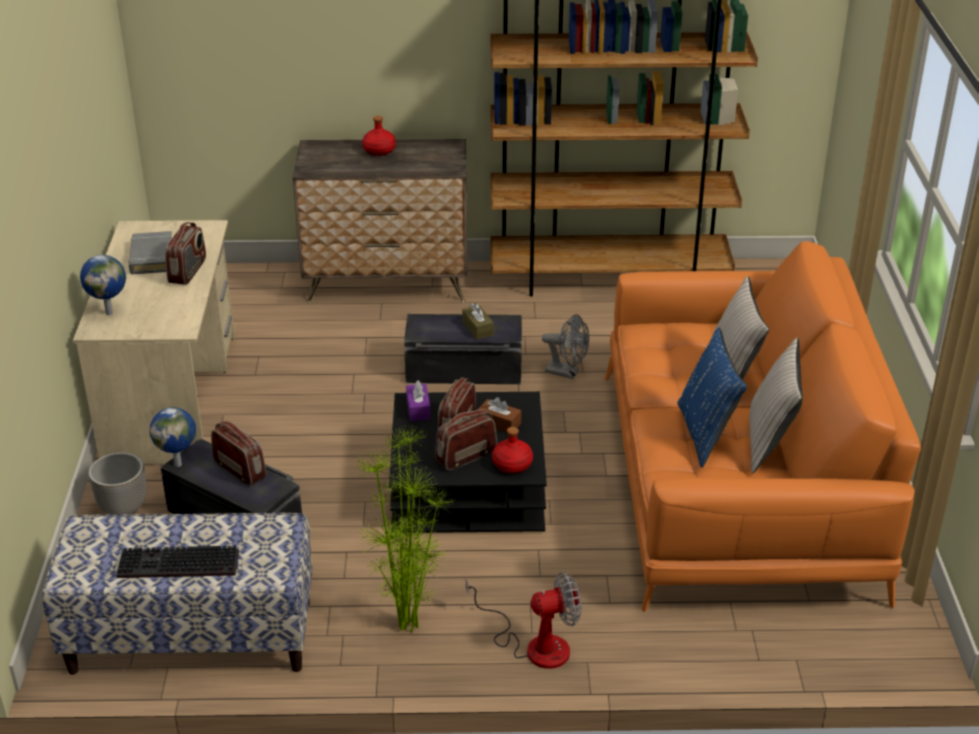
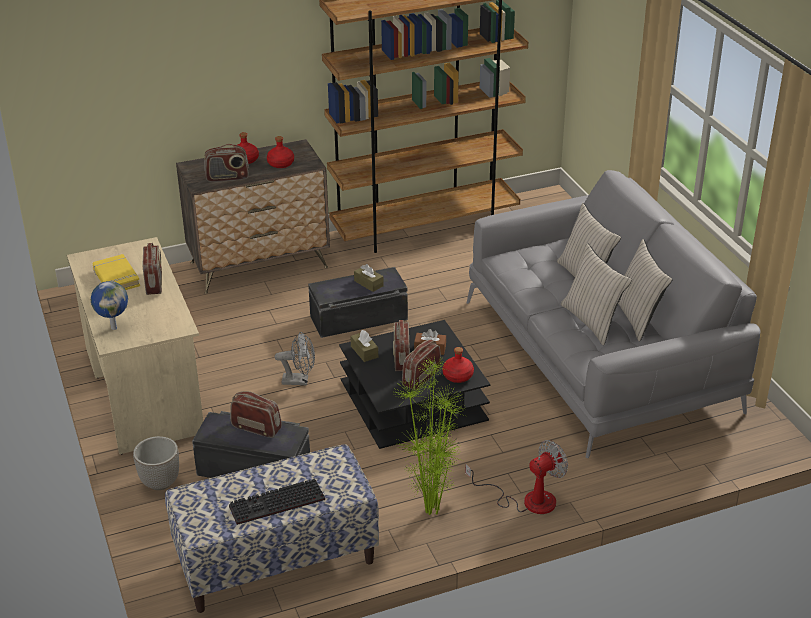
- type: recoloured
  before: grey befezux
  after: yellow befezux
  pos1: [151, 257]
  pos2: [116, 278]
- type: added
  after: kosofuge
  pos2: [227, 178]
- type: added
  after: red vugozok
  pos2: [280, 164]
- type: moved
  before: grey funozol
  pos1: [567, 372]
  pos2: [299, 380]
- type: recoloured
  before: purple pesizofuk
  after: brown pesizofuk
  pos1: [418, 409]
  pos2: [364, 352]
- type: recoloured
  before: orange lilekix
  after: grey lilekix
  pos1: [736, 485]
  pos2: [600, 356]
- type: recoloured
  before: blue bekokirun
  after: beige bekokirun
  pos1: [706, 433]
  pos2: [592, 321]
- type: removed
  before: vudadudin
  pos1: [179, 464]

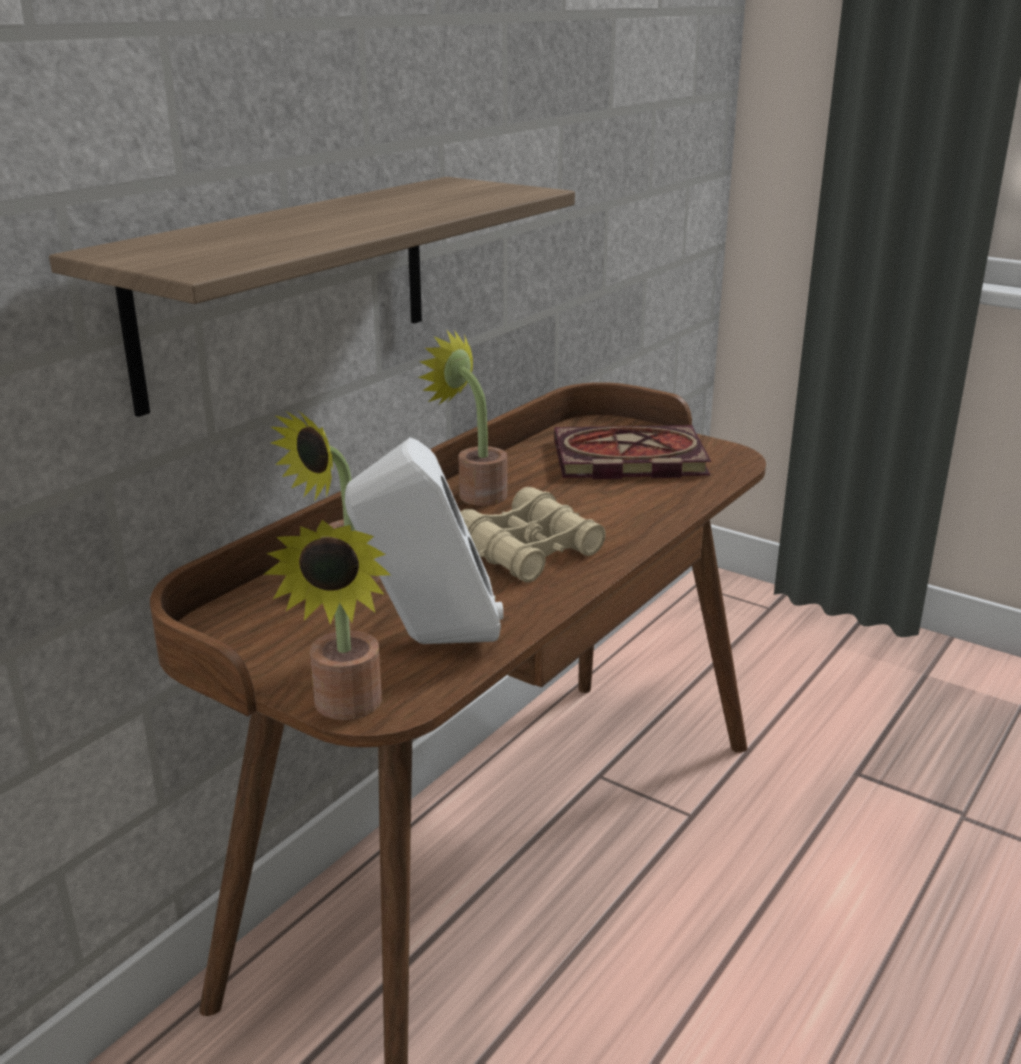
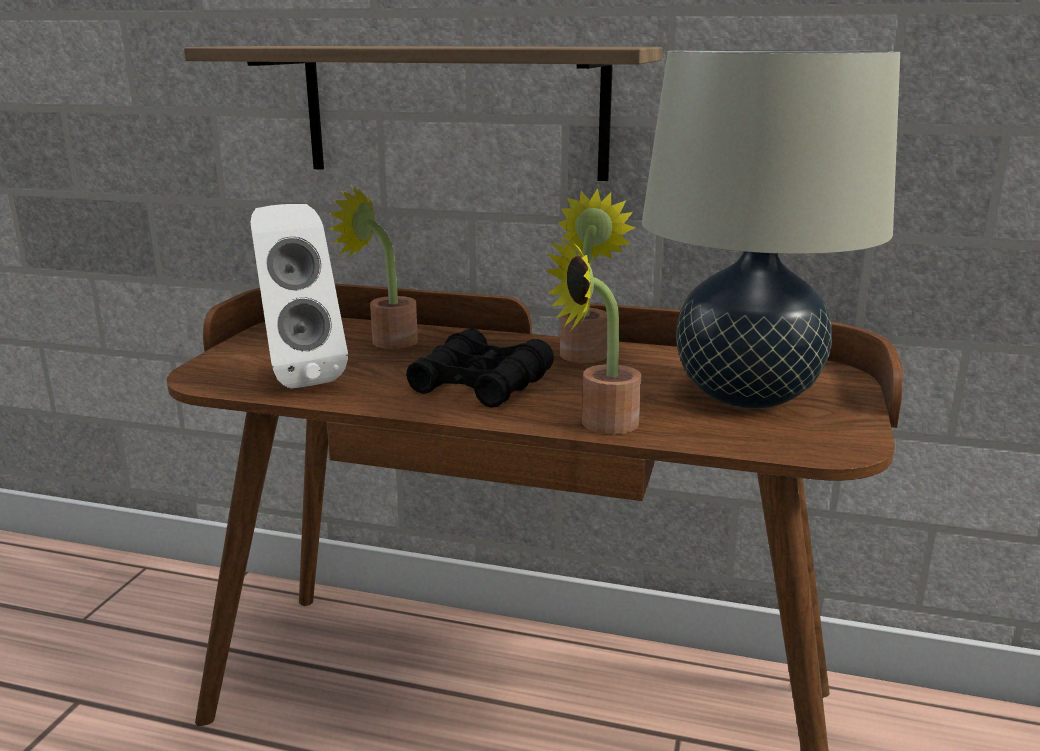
- type: recoloured
  before: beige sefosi
  after: black sefosi
  pos1: [528, 551]
  pos2: [480, 385]
- type: moved
  before: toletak
  pos1: [346, 709]
  pos2: [598, 424]
- type: replaced
  before: befezux
  after: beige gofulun
  pos1: [625, 460]
  pos2: [746, 395]

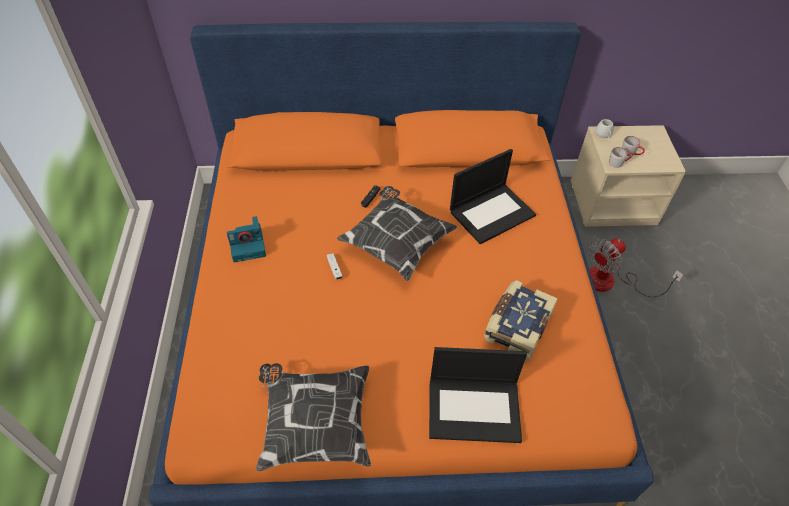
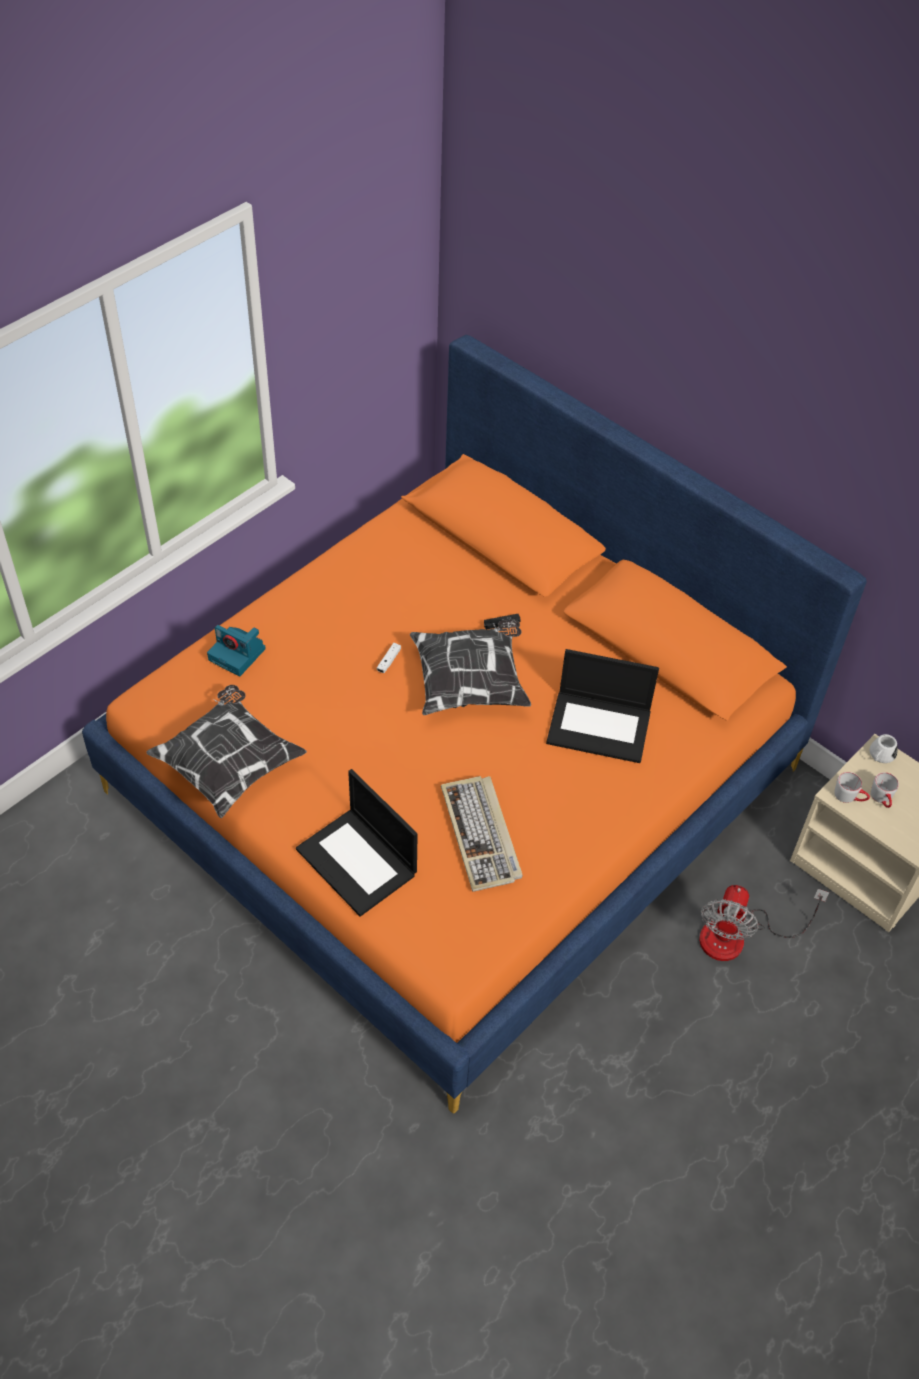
- type: moved
  before: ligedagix
  pos1: [249, 245]
  pos2: [238, 654]
- type: replaced
  before: befezux
  after: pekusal
  pos1: [517, 325]
  pos2: [482, 835]
- type: turned
  before: funozol
  pos1: [611, 282]
  pos2: [737, 937]
  turn: -75

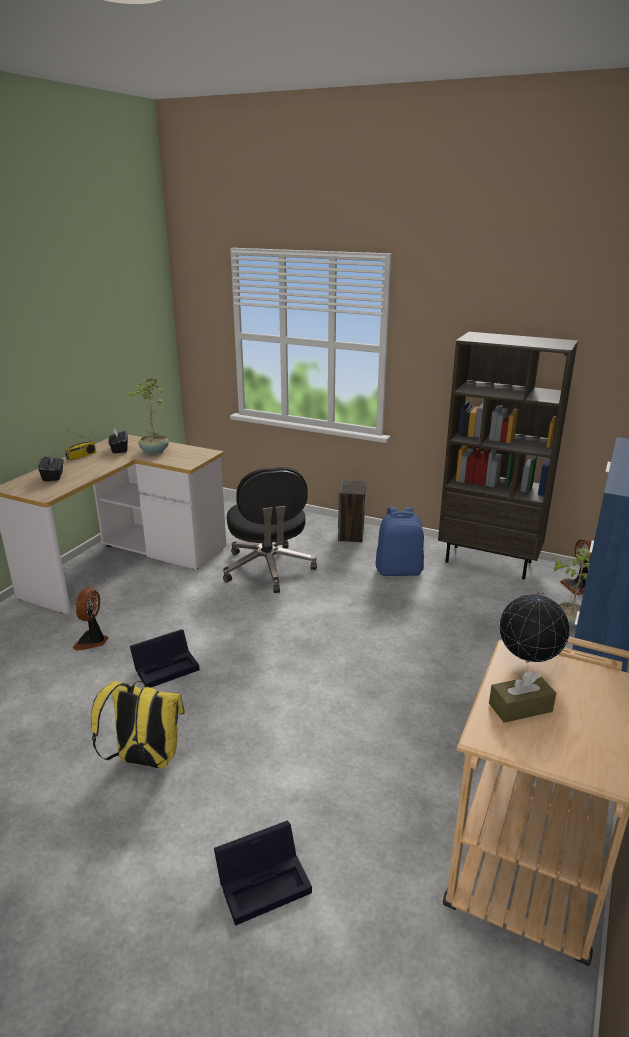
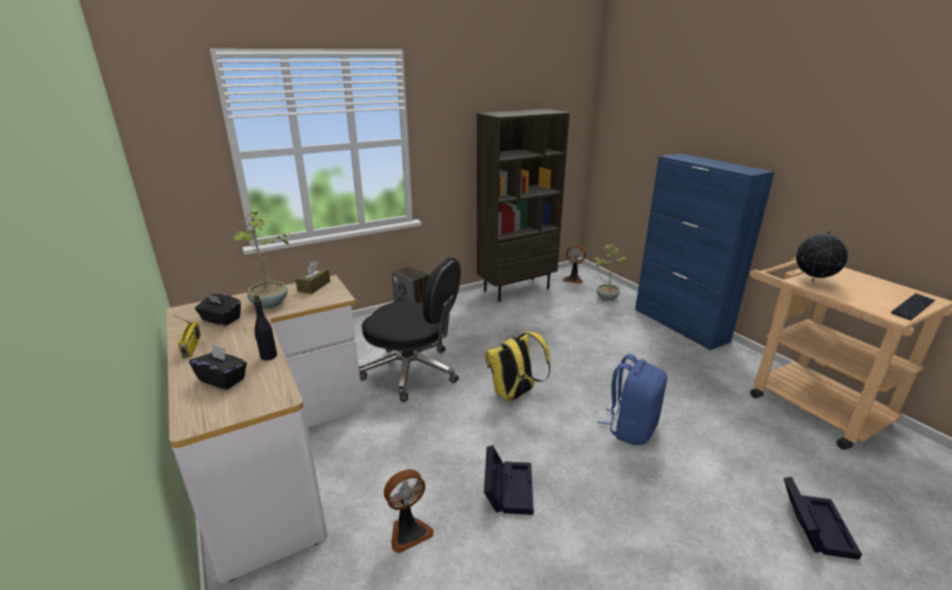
- type: added
  after: black vugozok
  pos2: [268, 356]
- type: moved
  before: brown pesizofuk
  pos1: [520, 707]
  pos2: [314, 286]
- type: turned
  before: funozol
  pos1: [92, 641]
  pos2: [408, 531]
  turn: -75
- type: moved
  before: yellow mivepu
  pos1: [145, 760]
  pos2: [514, 394]
- type: moved
  before: blue mivepu
  pos1: [399, 570]
  pos2: [631, 428]
- type: added
  after: pekusal
  pos2: [913, 307]

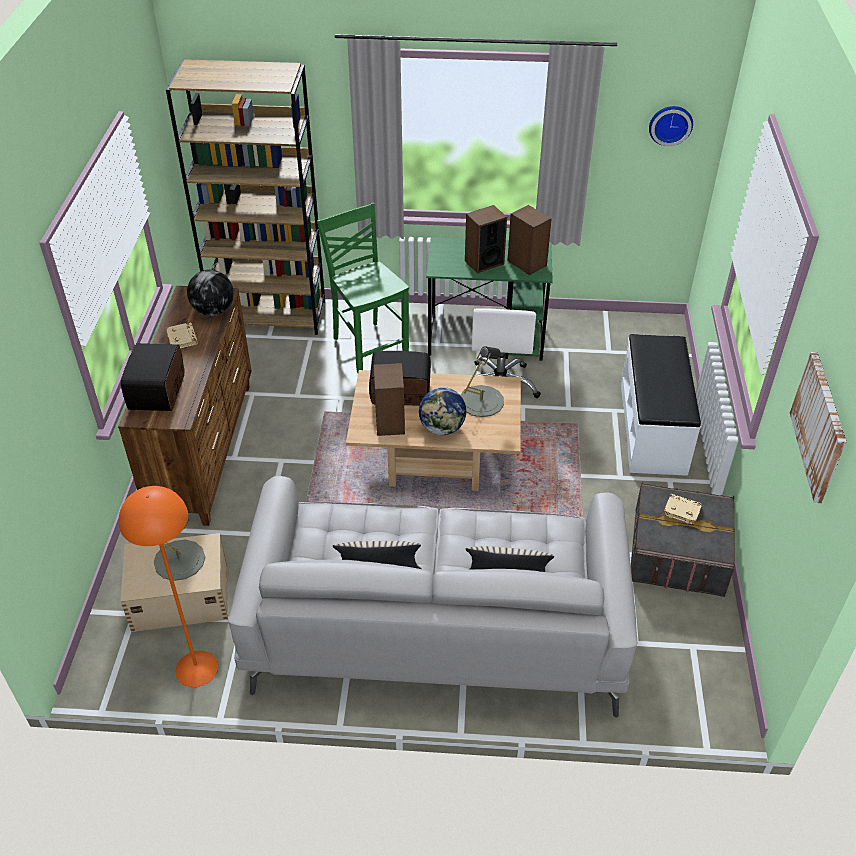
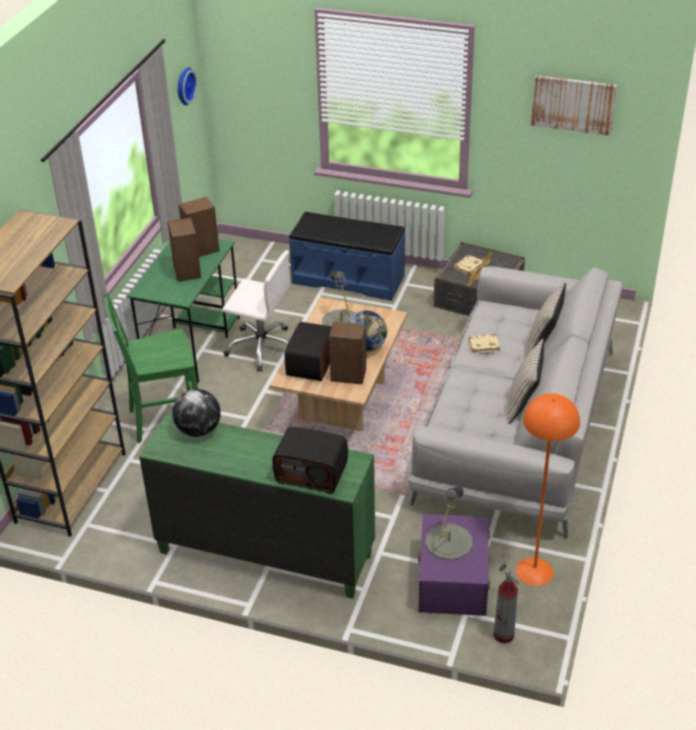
- type: recoloured
  before: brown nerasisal
  after: green nerasisal
  pos1: [204, 449]
  pos2: [265, 552]
- type: recoloured
  before: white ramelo
  after: blue ramelo
  pos1: [653, 428]
  pos2: [348, 278]
- type: recoloured
  before: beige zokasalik
  after: purple zokasalik
  pos1: [179, 596]
  pos2: [452, 580]
- type: moved
  before: beige befezux
  pos1: [183, 338]
  pos2: [484, 345]
- type: added
  after: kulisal
  pos2: [504, 635]

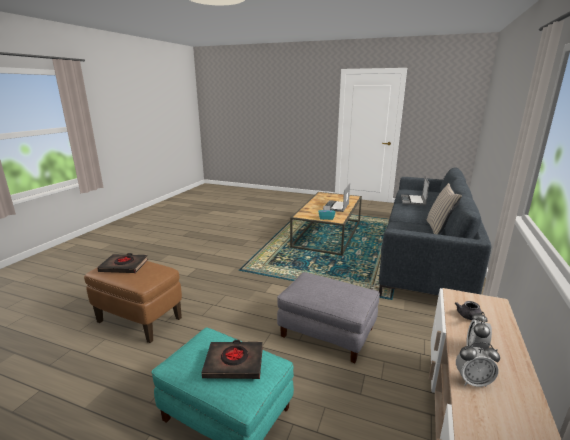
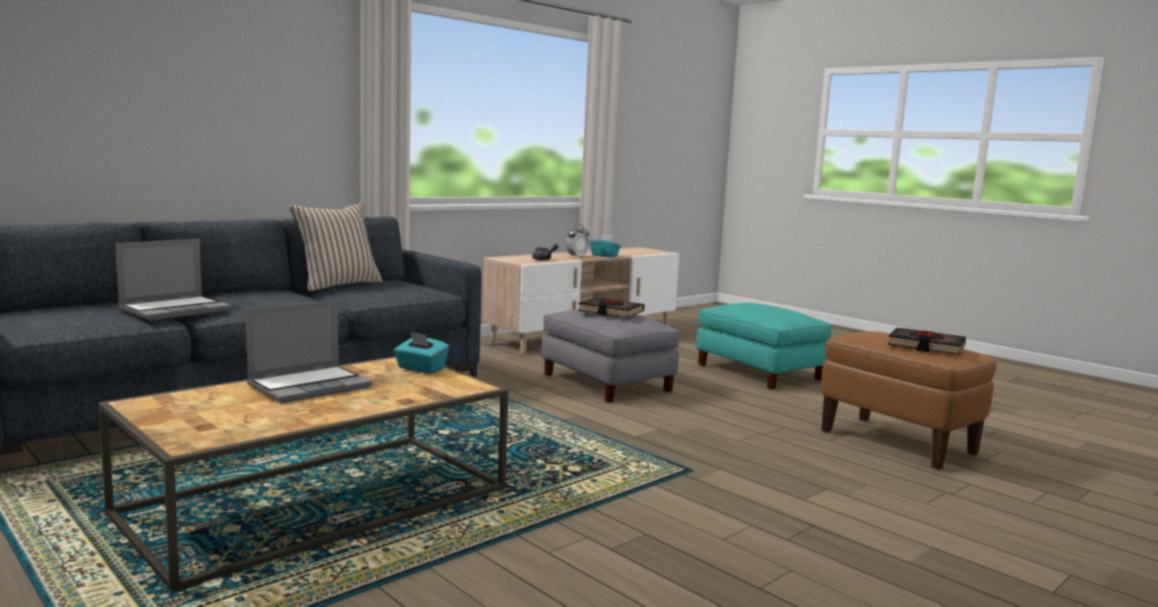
- type: moved
  before: black befezux
  pos1: [234, 363]
  pos2: [610, 312]
- type: replaced
  before: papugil
  after: turquoise pesizofuk
  pos1: [472, 381]
  pos2: [604, 255]

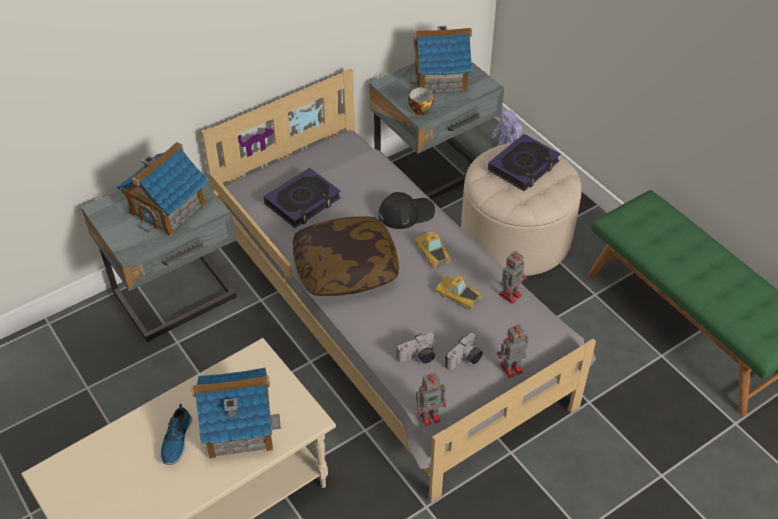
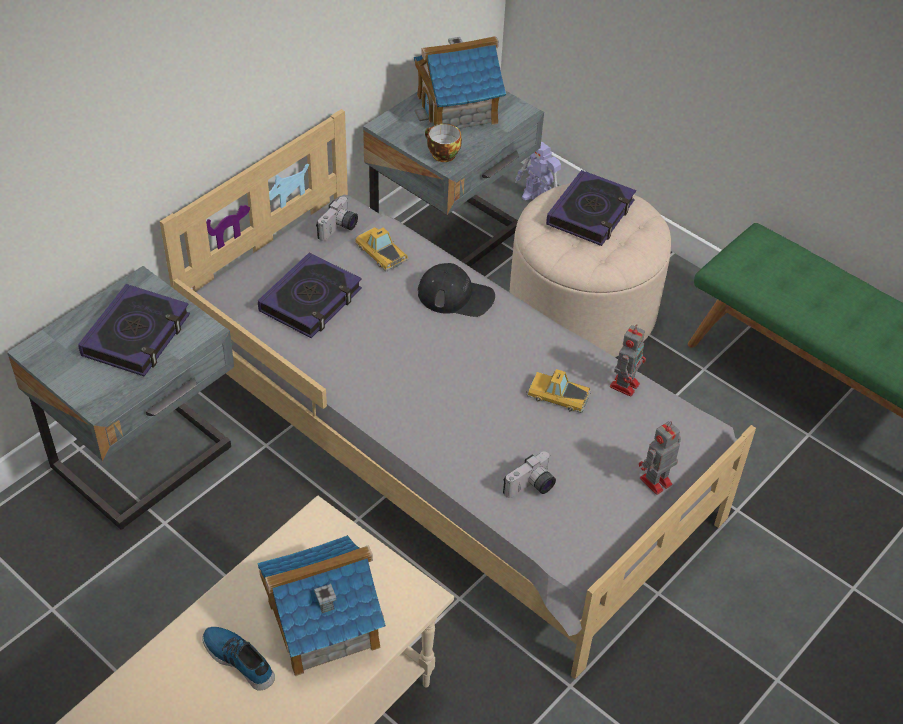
- type: replaced
  before: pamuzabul
  after: befezux
  pos1: [168, 208]
  pos2: [137, 336]
- type: turned
  before: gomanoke
  pos1: [176, 440]
  pos2: [240, 659]
  turn: 135
- type: moved
  before: ligedagix
  pos1: [465, 360]
  pos2: [339, 229]
- type: moved
  before: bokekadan
  pos1: [433, 251]
  pos2: [381, 251]
- type: turned
  before: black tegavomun
  pos1: [406, 213]
  pos2: [456, 296]
  turn: 45
- type: removed
  before: bekokirun
  pos1: [346, 268]
- type: removed
  before: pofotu
  pos1: [430, 415]

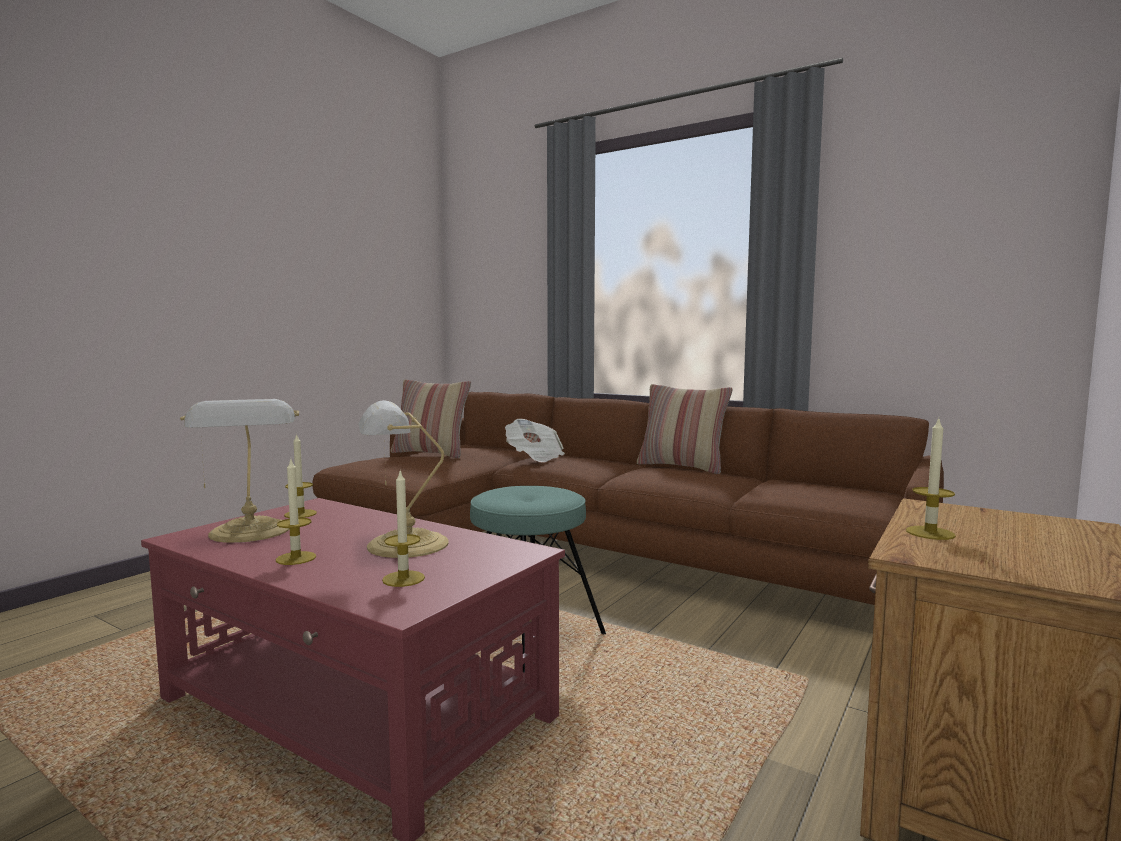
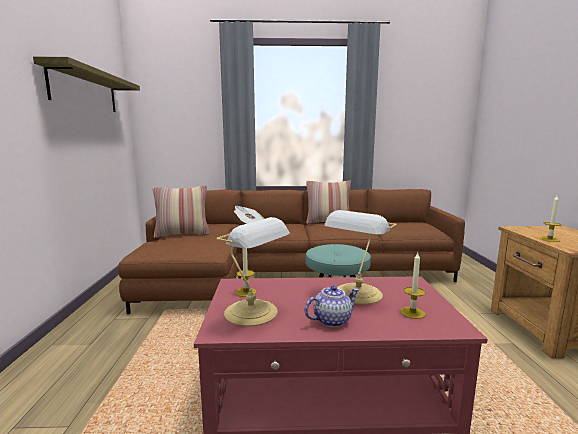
- type: added
  after: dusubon
  pos2: [85, 90]
- type: replaced
  before: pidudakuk
  after: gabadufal
  pos1: [296, 558]
  pos2: [332, 320]

